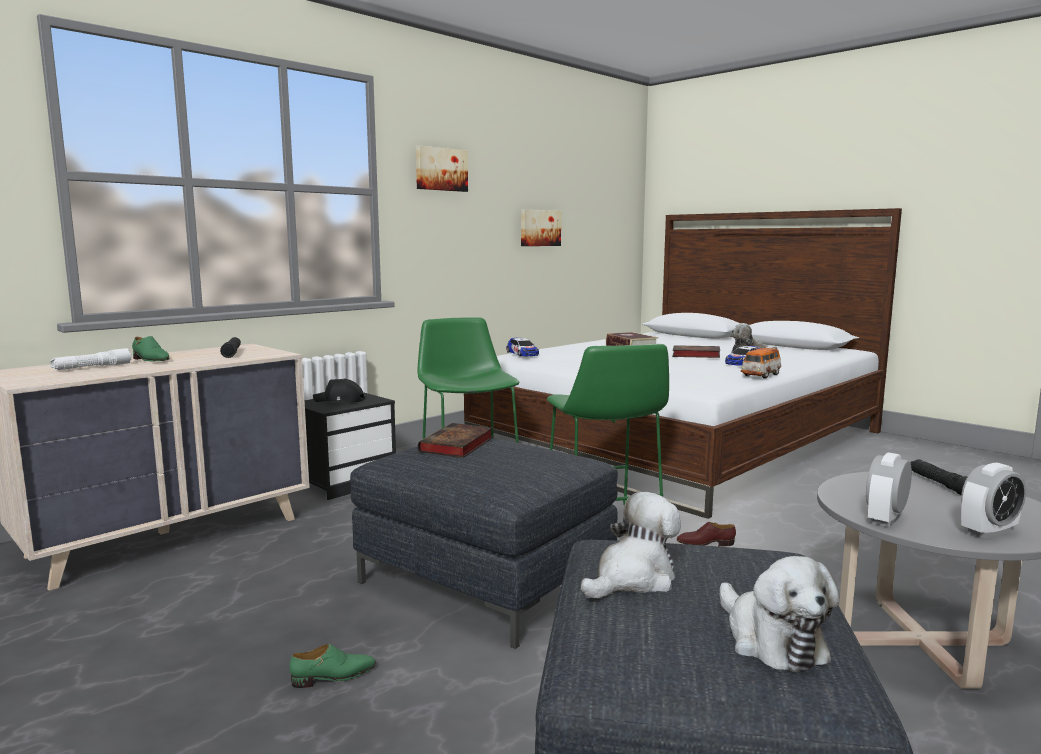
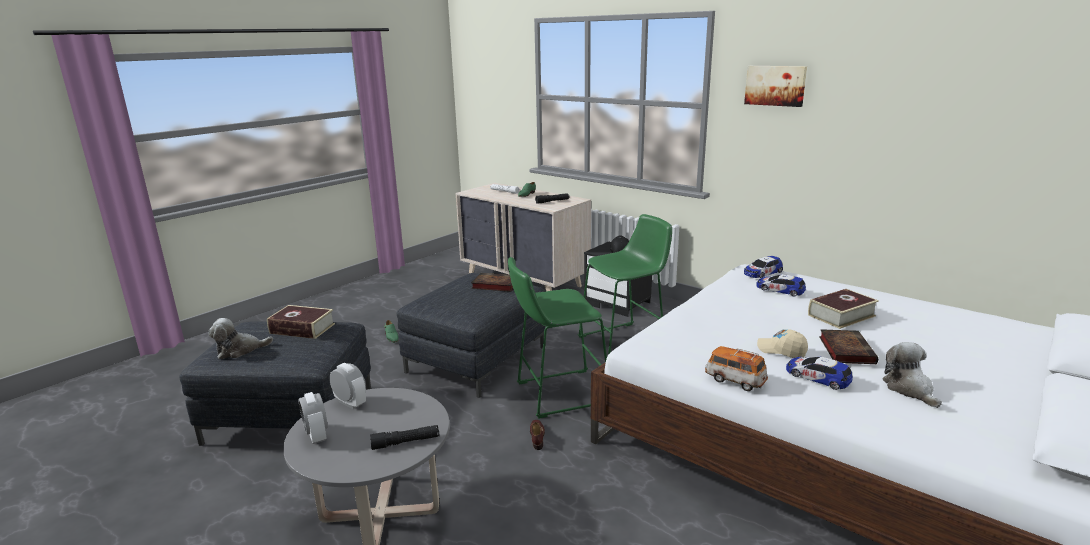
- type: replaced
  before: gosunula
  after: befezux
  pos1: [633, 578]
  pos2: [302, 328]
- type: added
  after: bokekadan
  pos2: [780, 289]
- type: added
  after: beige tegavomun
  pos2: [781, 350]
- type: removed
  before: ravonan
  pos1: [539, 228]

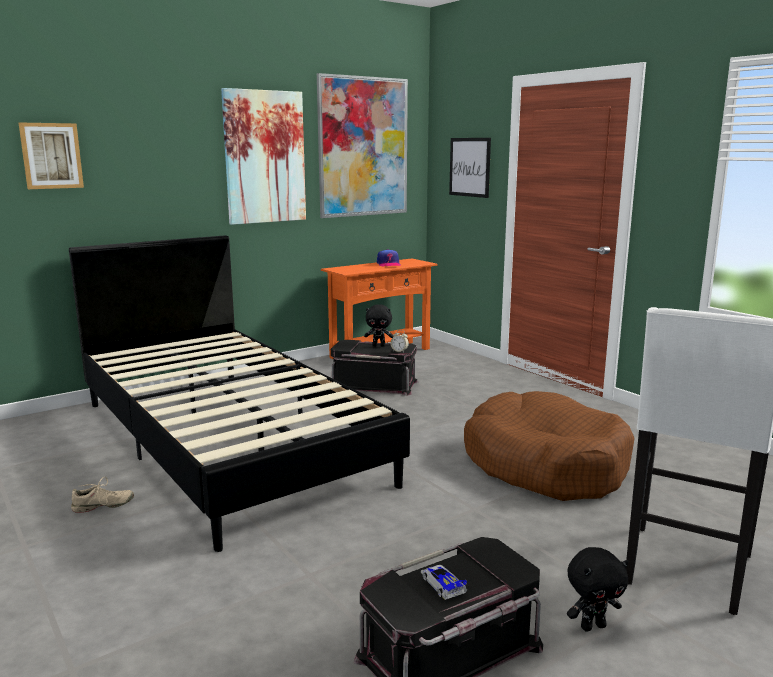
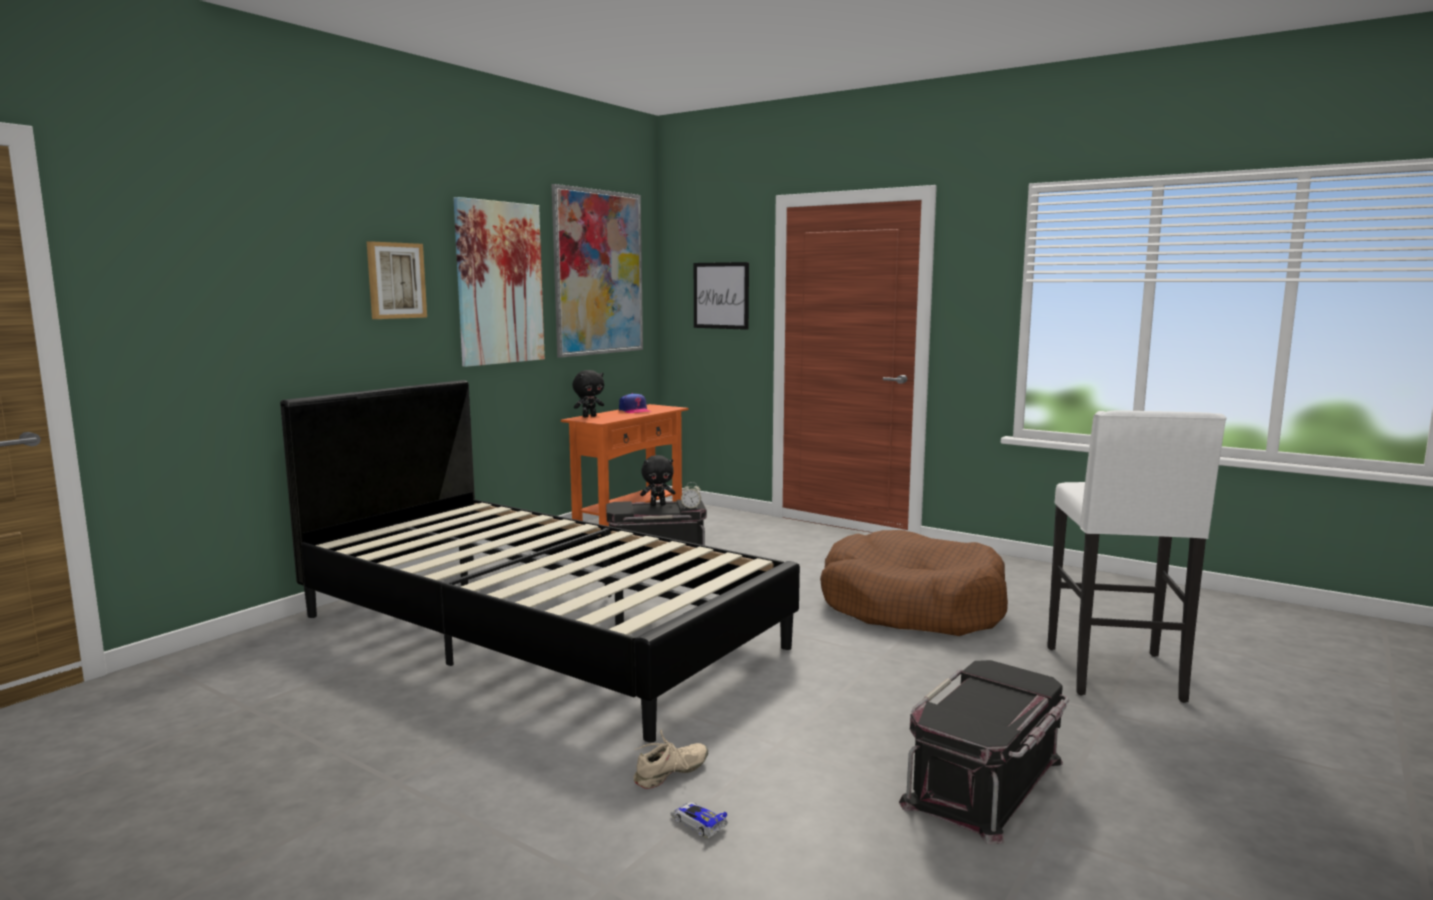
- type: moved
  before: ravonan
  pos1: [51, 156]
  pos2: [396, 280]
- type: moved
  before: black gosunula
  pos1: [592, 626]
  pos2: [589, 416]
- type: moved
  before: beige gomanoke
  pos1: [103, 506]
  pos2: [671, 773]
- type: moved
  before: bokekadan
  pos1: [442, 584]
  pos2: [697, 822]

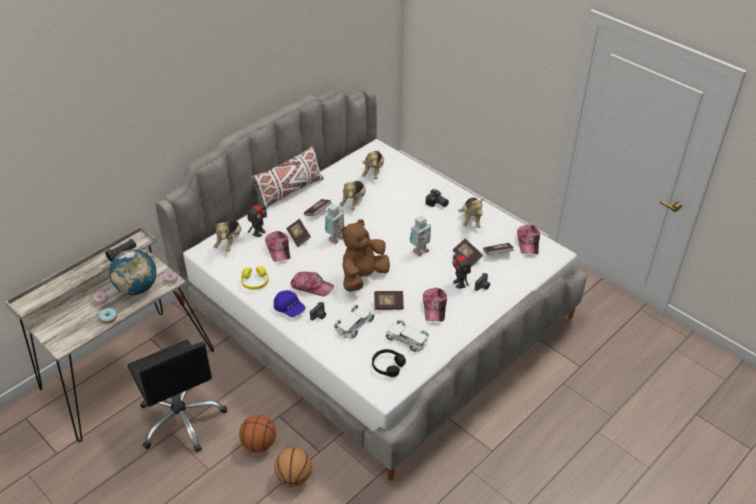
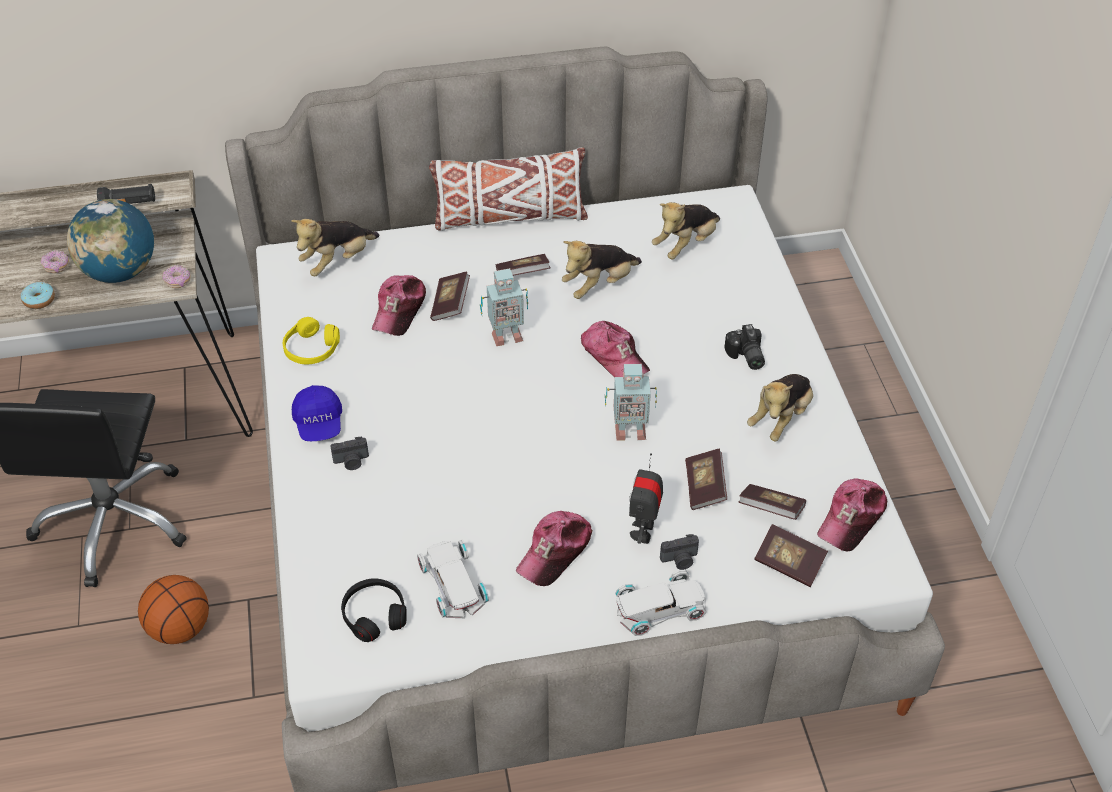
- type: moved
  before: tegavomun
  pos1: [311, 286]
  pos2: [614, 356]
- type: moved
  before: white bokekadan
  pos1: [355, 324]
  pos2: [661, 608]
- type: moved
  before: befezux
  pos1: [388, 305]
  pos2: [789, 563]
- type: removed
  before: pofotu
  pos1: [259, 232]
- type: removed
  before: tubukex
  pos1: [294, 477]
- type: removed
  before: brown gosunula
  pos1: [363, 277]

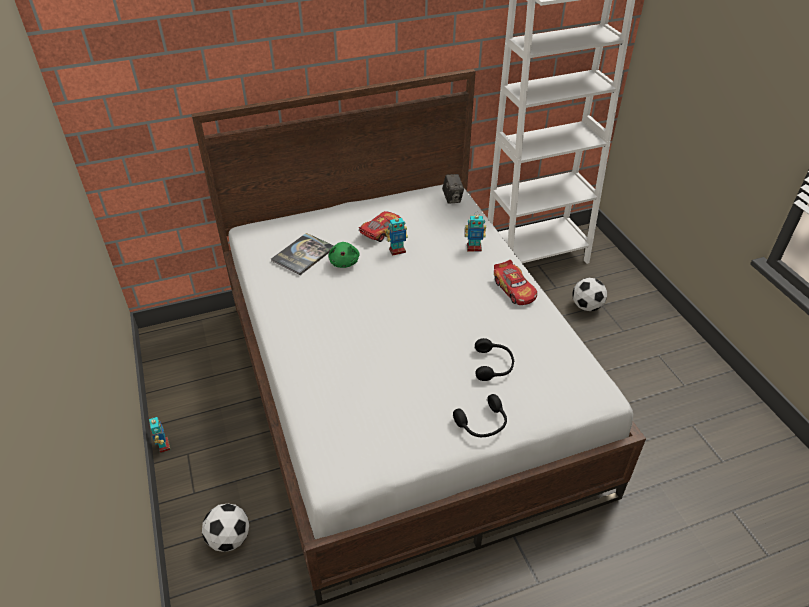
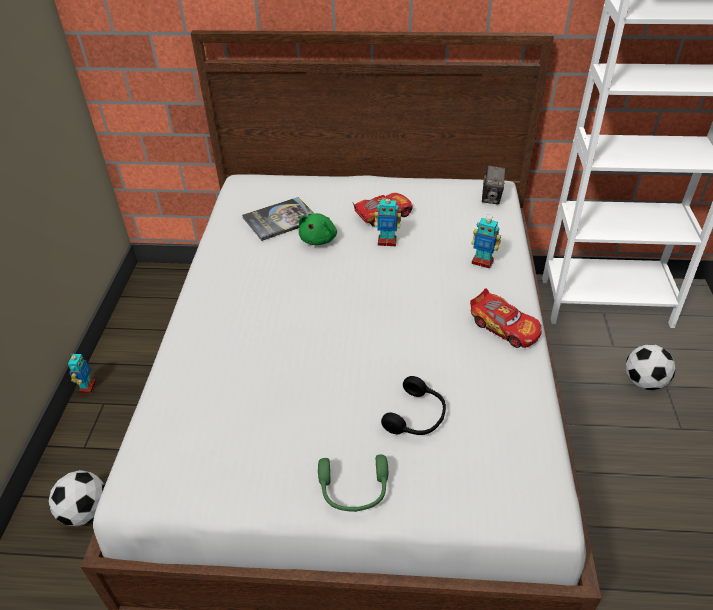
- type: recoloured
  before: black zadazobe
  after: green zadazobe
  pos1: [482, 424]
  pos2: [354, 491]
- type: turned
  before: bokekadan
  pos1: [514, 289]
  pos2: [504, 327]
  turn: -45

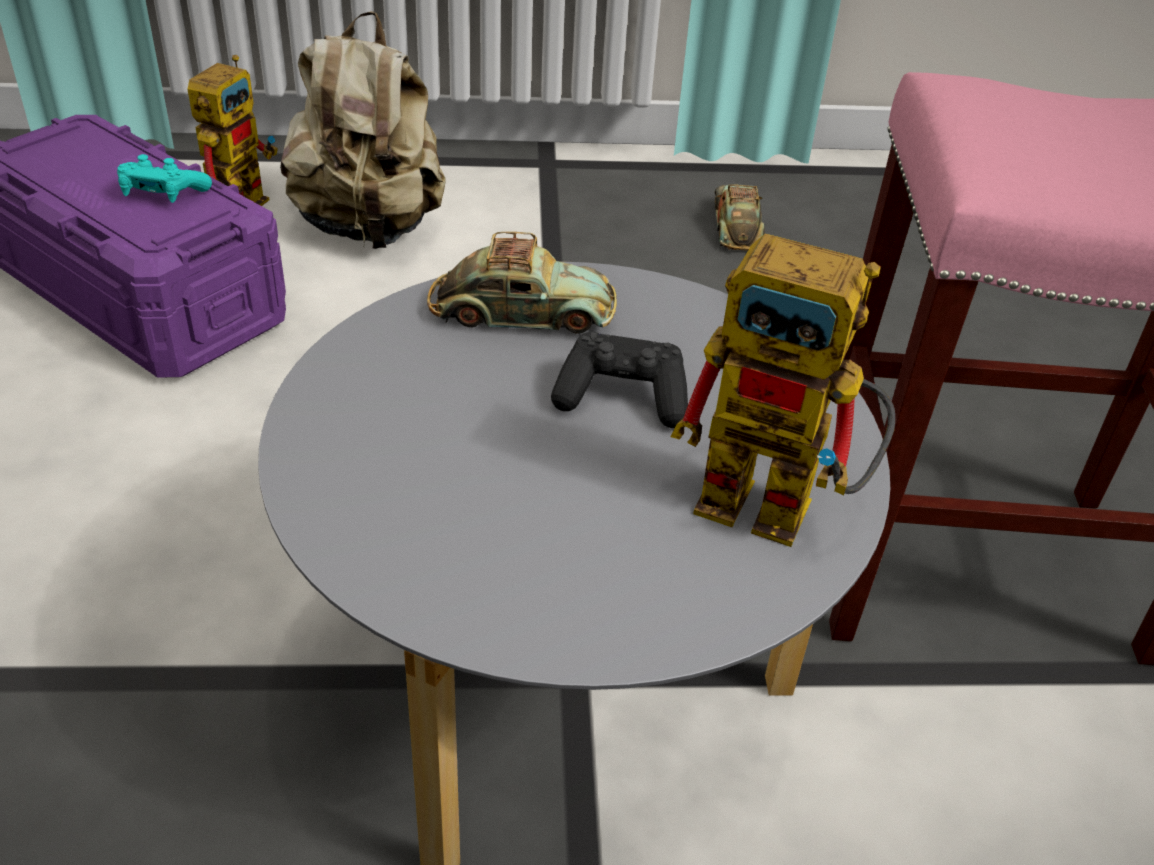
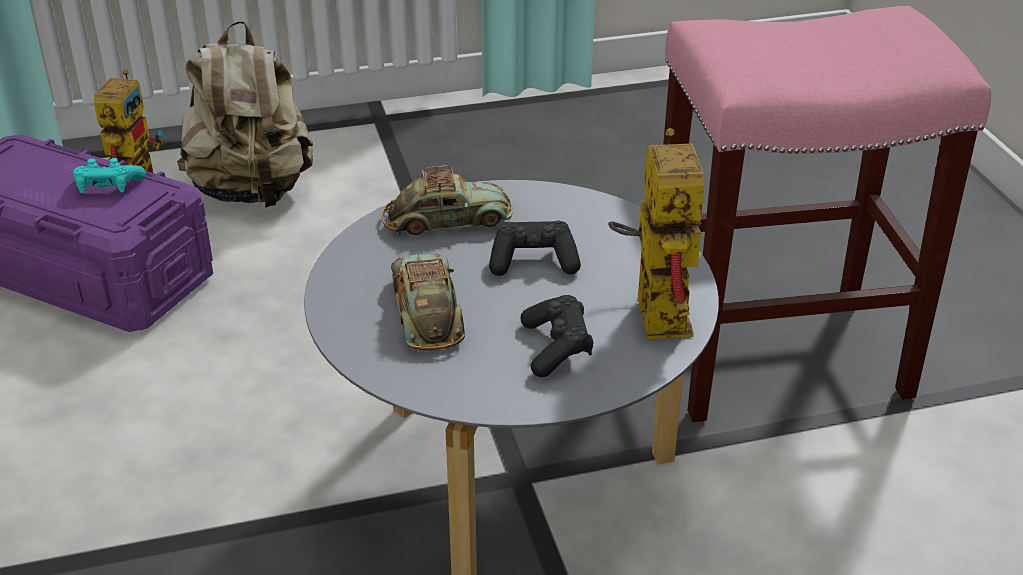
- type: moved
  before: bokekadan
  pos1: [737, 226]
  pos2: [427, 311]
- type: added
  after: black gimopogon
  pos2: [556, 348]
- type: turned
  before: pofotu
  pos1: [781, 507]
  pos2: [653, 308]
  turn: -105

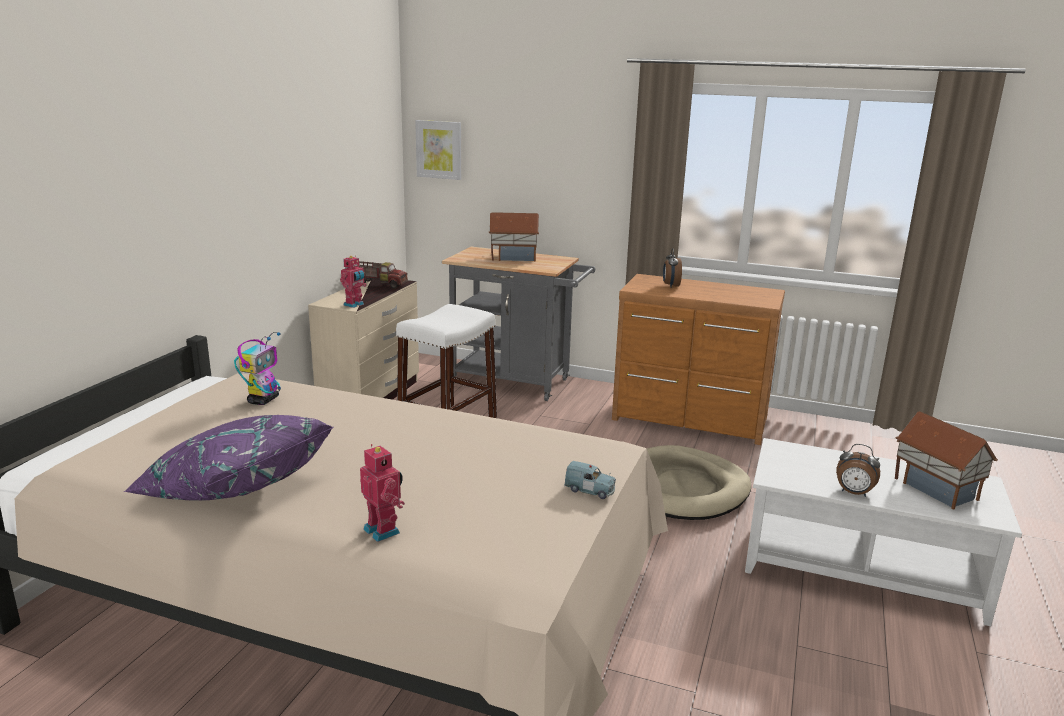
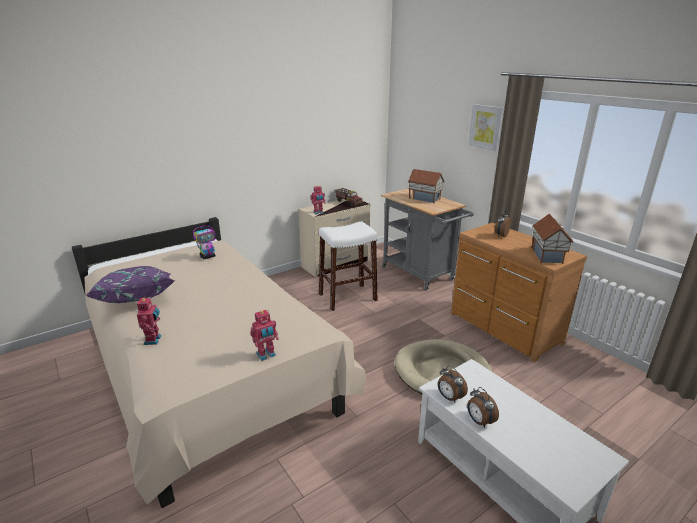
- type: replaced
  before: blue bokekadan
  after: pofotu
  pos1: [590, 490]
  pos2: [266, 355]
- type: added
  after: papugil
  pos2: [449, 398]
- type: moved
  before: ravonan
  pos1: [439, 149]
  pos2: [486, 127]
- type: moved
  before: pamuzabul
  pos1: [937, 488]
  pos2: [548, 255]

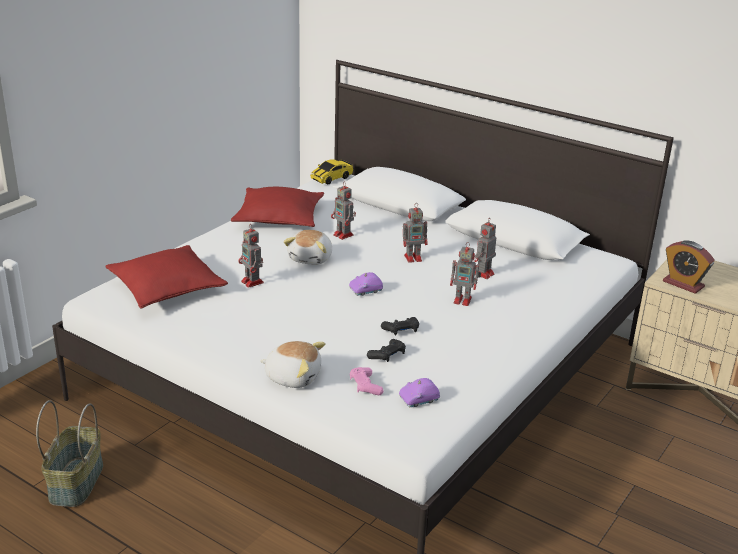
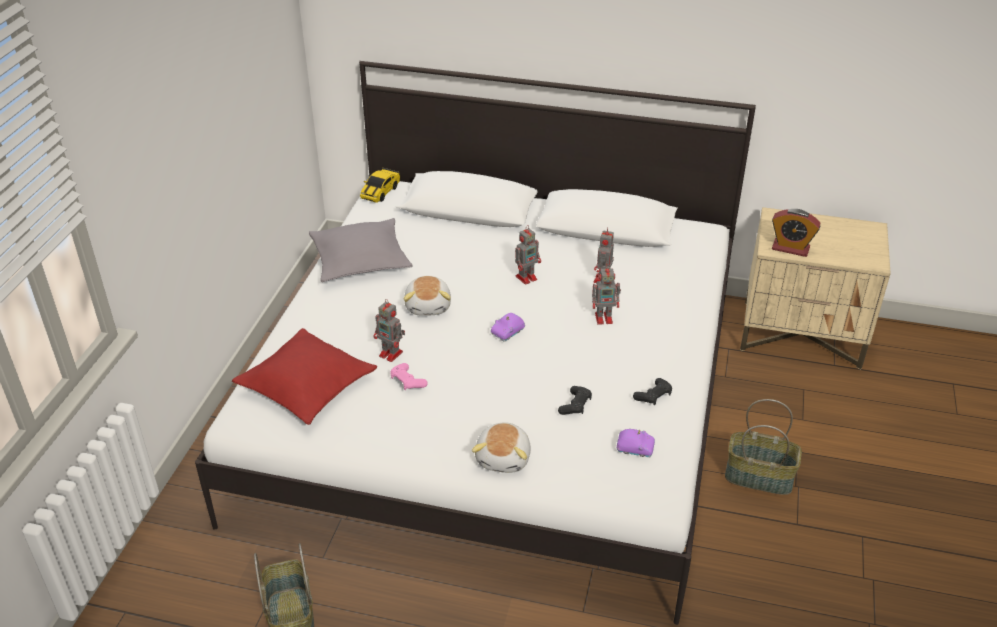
- type: recoloured
  before: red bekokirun
  after: grey bekokirun
  pos1: [279, 218]
  pos2: [360, 260]
- type: moved
  before: pink gimopogon
  pos1: [365, 386]
  pos2: [407, 381]
- type: turned
  before: gosunula
  pos1: [293, 376]
  pos2: [504, 458]
  turn: 105
- type: turned
  before: purple bokekadan
  pos1: [419, 400]
  pos2: [635, 448]
  turn: -120
- type: moved
  before: black gimopogon
  pos1: [401, 330]
  pos2: [653, 396]
- type: added
  after: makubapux
  pos2: [759, 476]
- type: removed
  before: pofotu
  pos1: [344, 235]

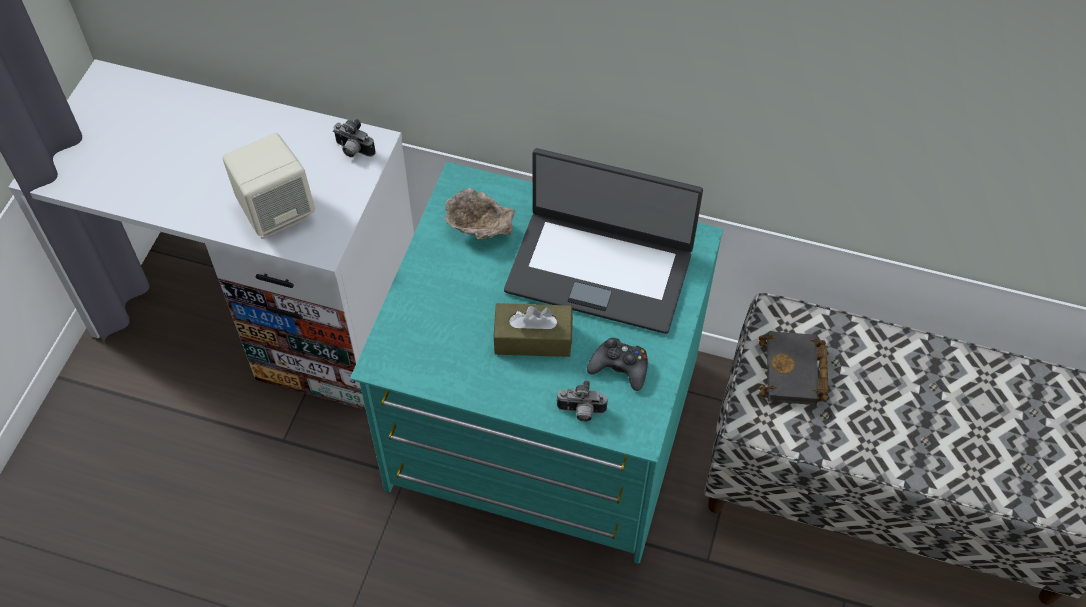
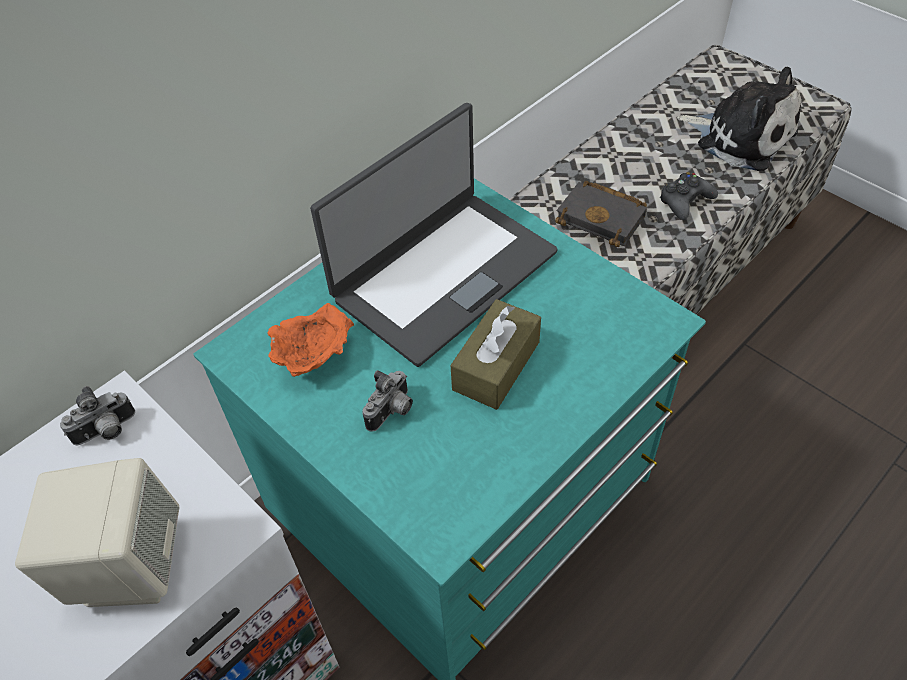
- type: recoloured
  before: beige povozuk
  after: orange povozuk
  pos1: [480, 230]
  pos2: [315, 358]
- type: moved
  before: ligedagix
  pos1: [581, 412]
  pos2: [392, 412]
- type: moved
  before: black gimopogon
  pos1: [620, 367]
  pos2: [685, 201]
- type: added
  after: gosunula
  pos2: [740, 137]

